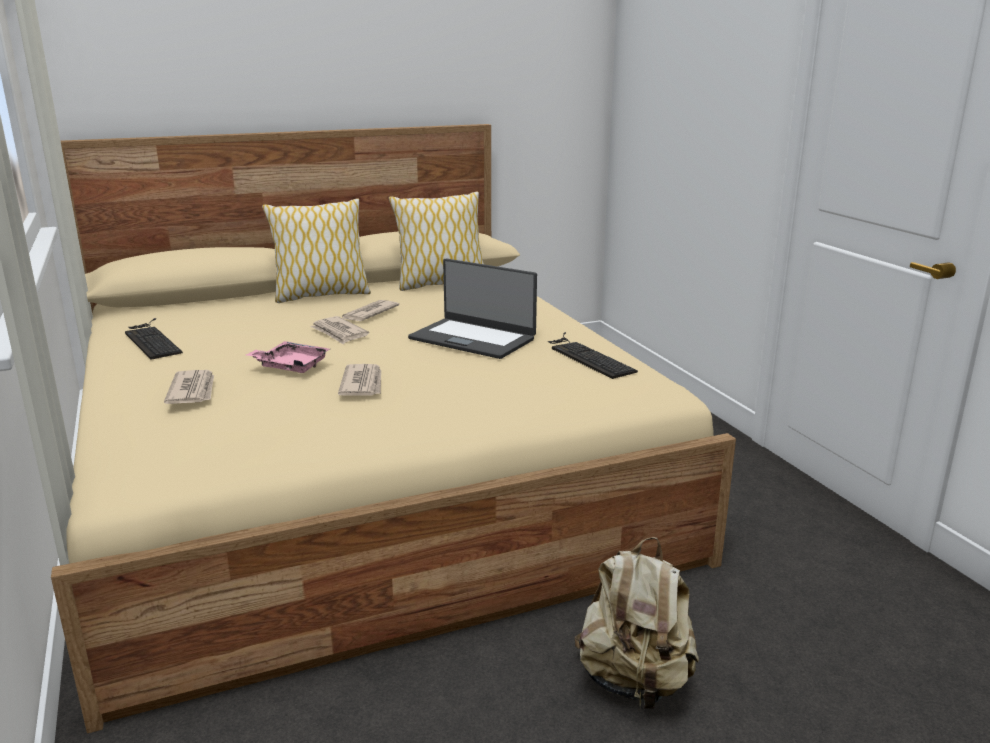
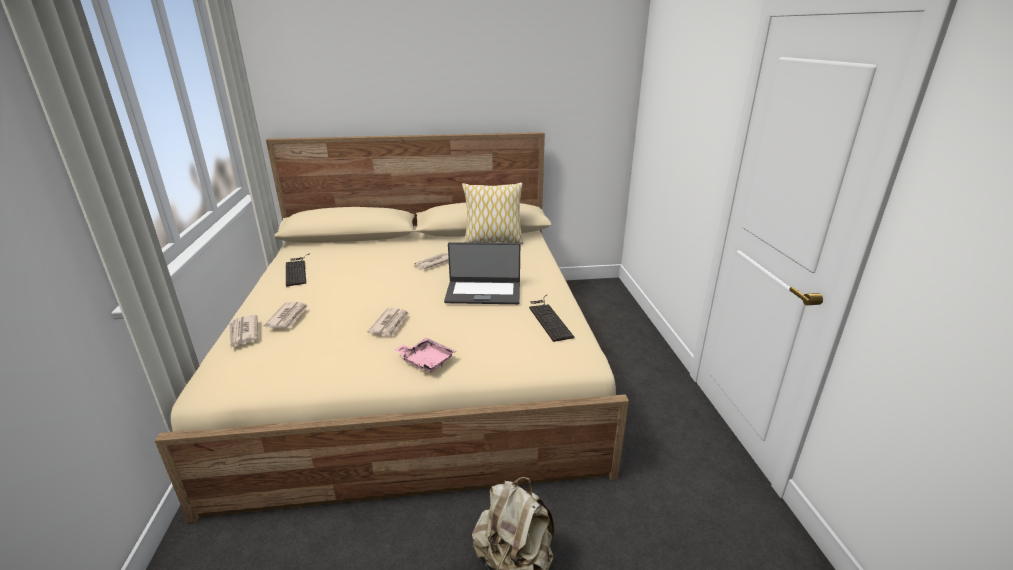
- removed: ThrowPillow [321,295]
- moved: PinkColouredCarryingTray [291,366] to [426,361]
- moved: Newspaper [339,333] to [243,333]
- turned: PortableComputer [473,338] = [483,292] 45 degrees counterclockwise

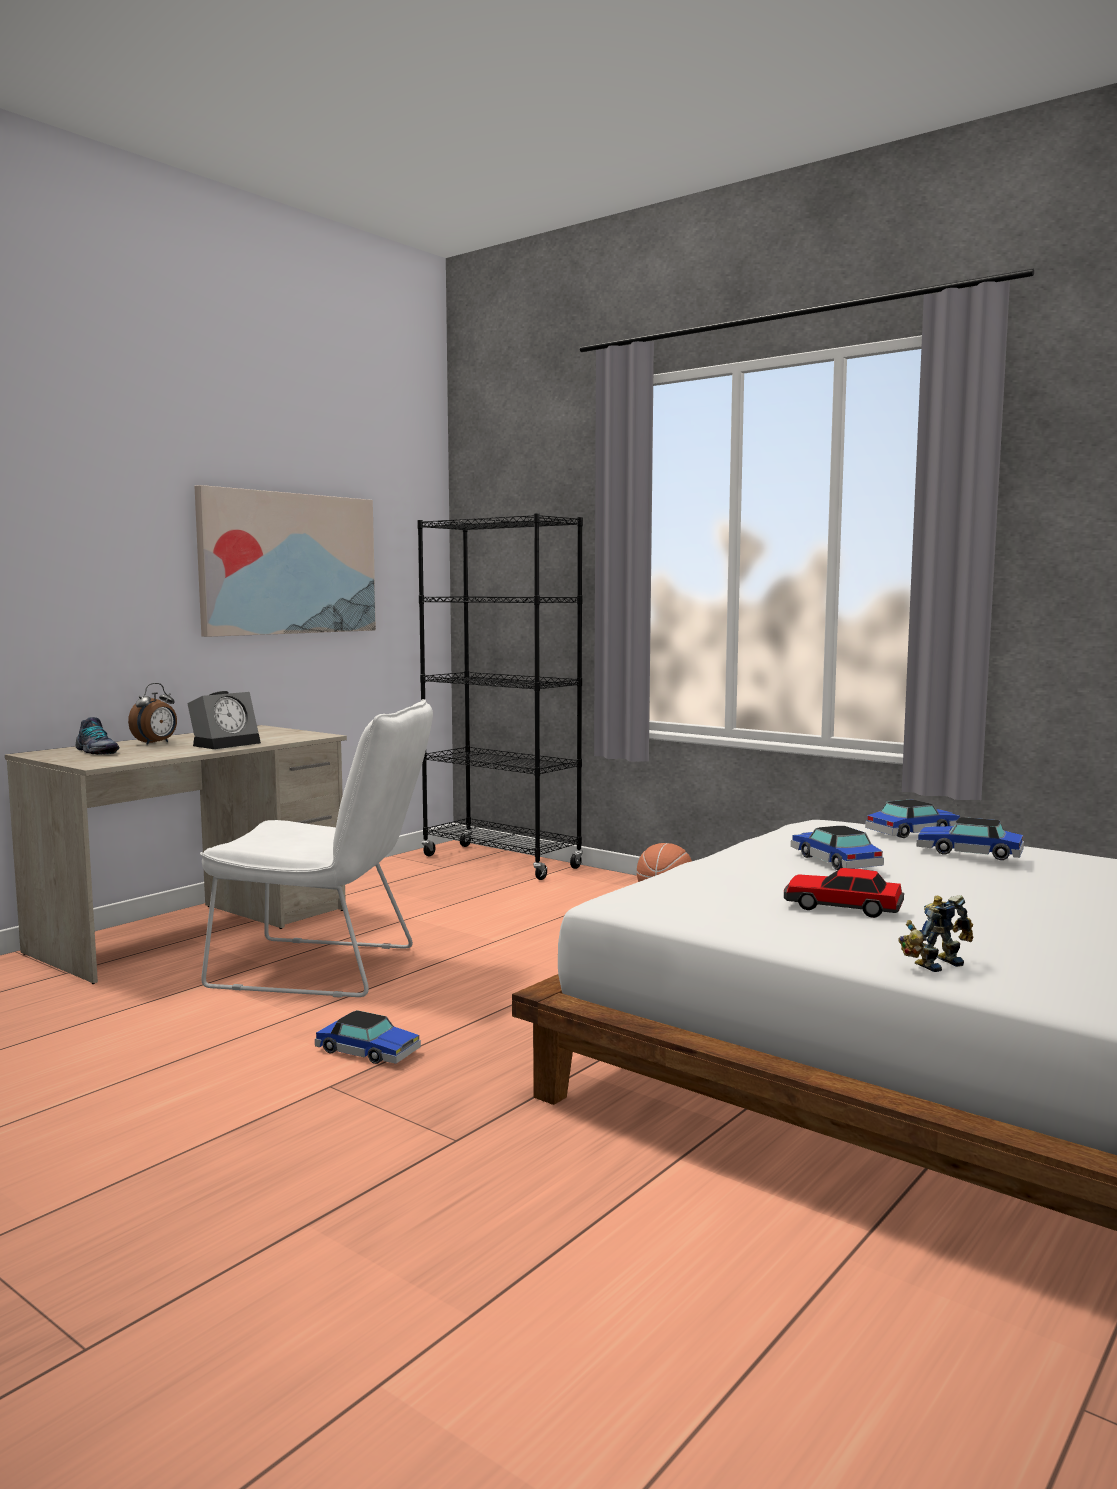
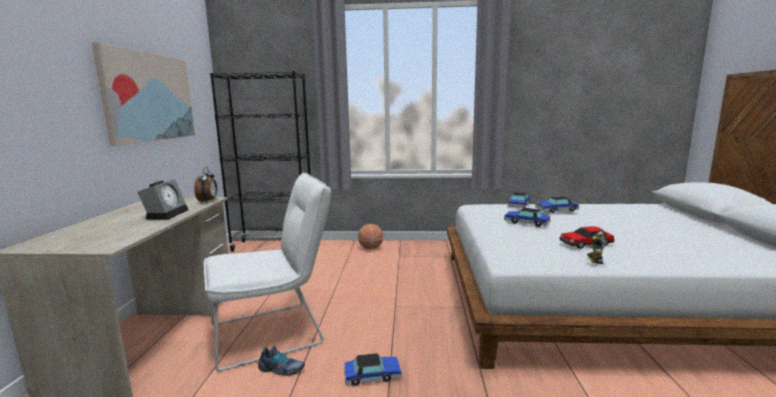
- moved: Shoe [96,751] to [281,369]
- moved: TableClock [156,743] to [208,201]
- moved: RobotFigure [934,963] to [594,260]

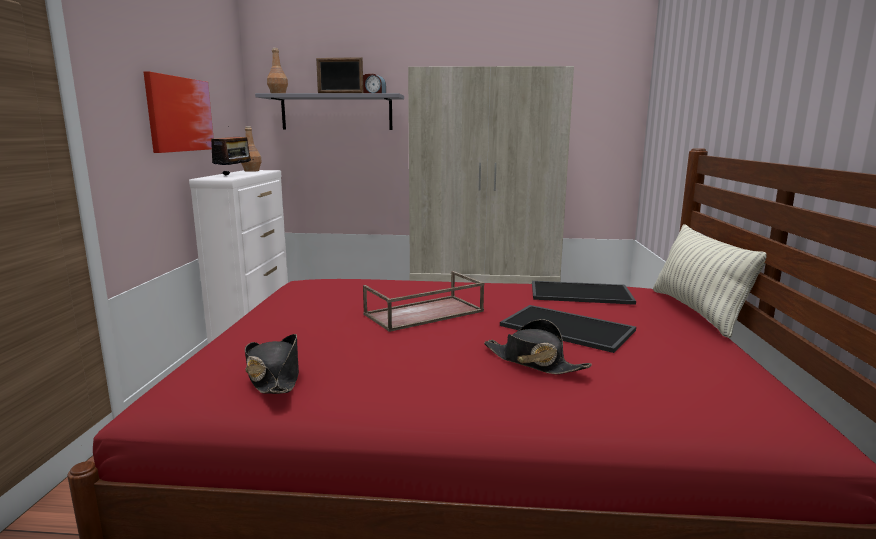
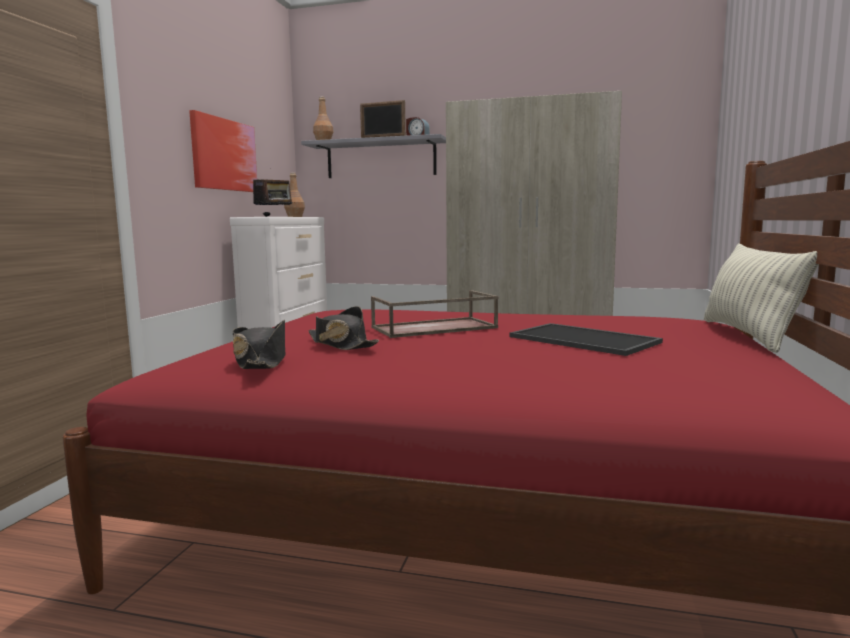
- removed: CarryingTray [581,293]
- moved: BlackHat [533,362] to [340,344]

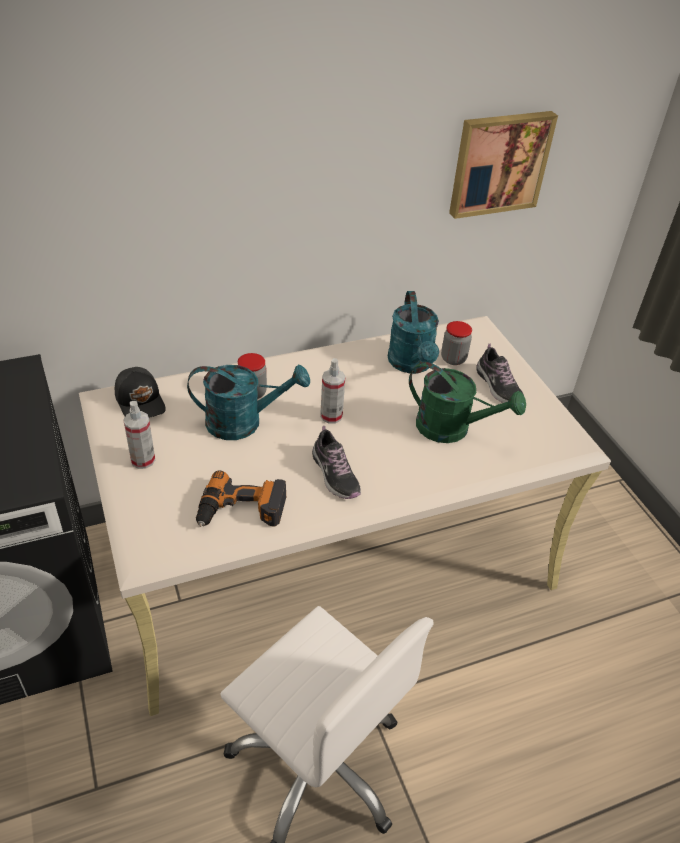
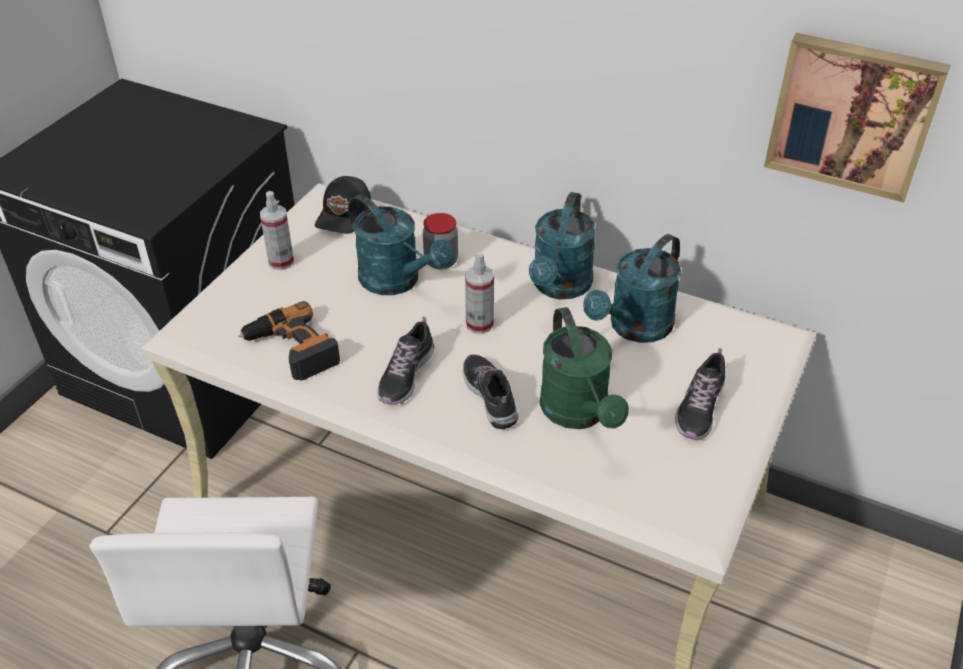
- removed: StorageJar [453,359]
- added: Shoe [490,396]
- added: BlueGreenWateringPot [559,287]

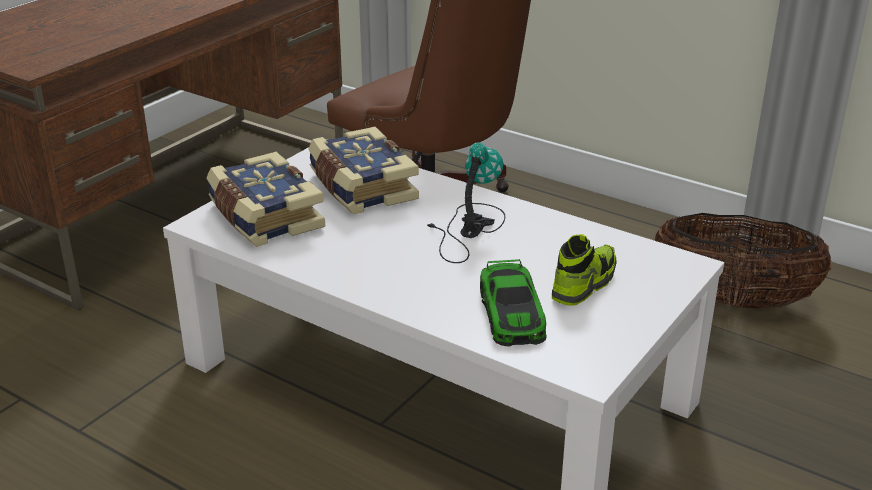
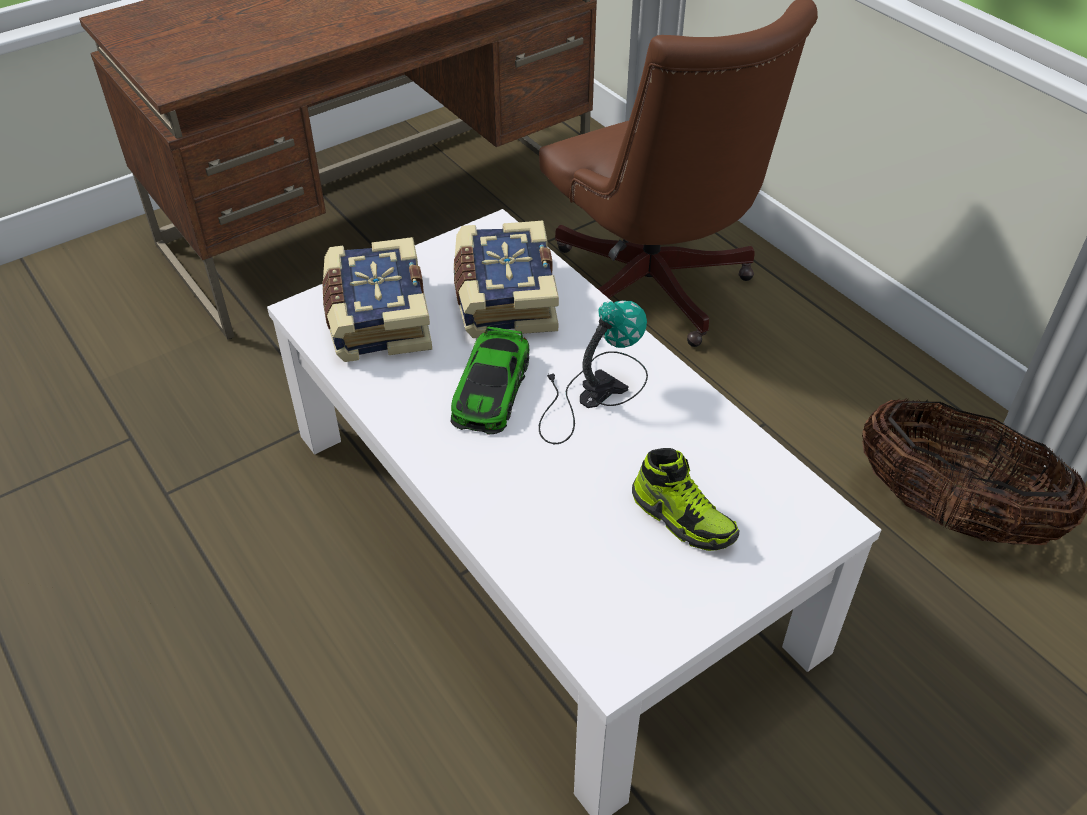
- moved: ModelCar [511,313] to [491,389]
- turned: Shoe [583,284] = [683,518] 75 degrees clockwise

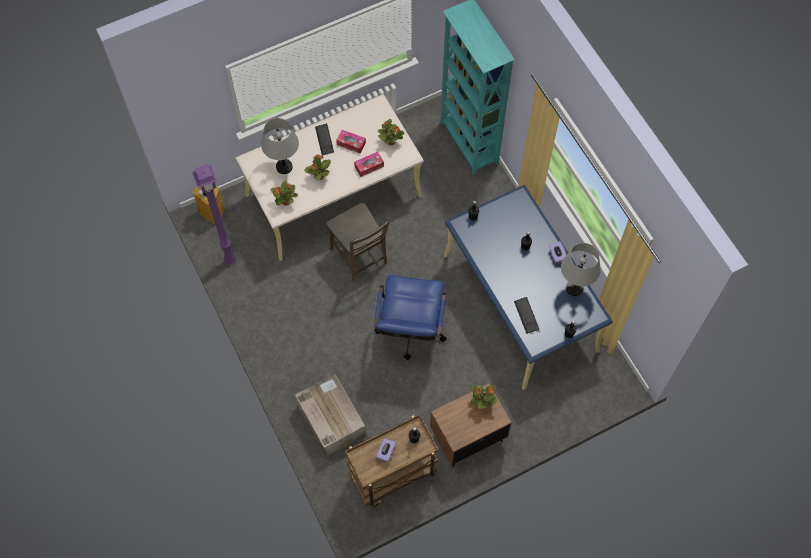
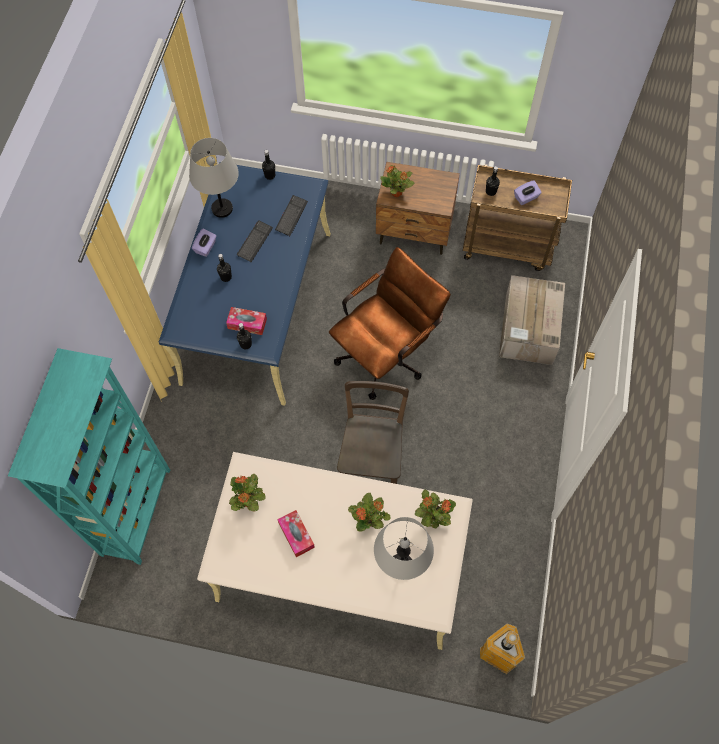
- removed: PurpleColouredFloorLamp [230,261]
- moved: ComputerKeyboard [324,140] to [255,242]
- moved: TissueBox [369,166] to [247,323]
- recoloured: BlueComputerChair [410,332] to BrownishComputerChair [386,354]

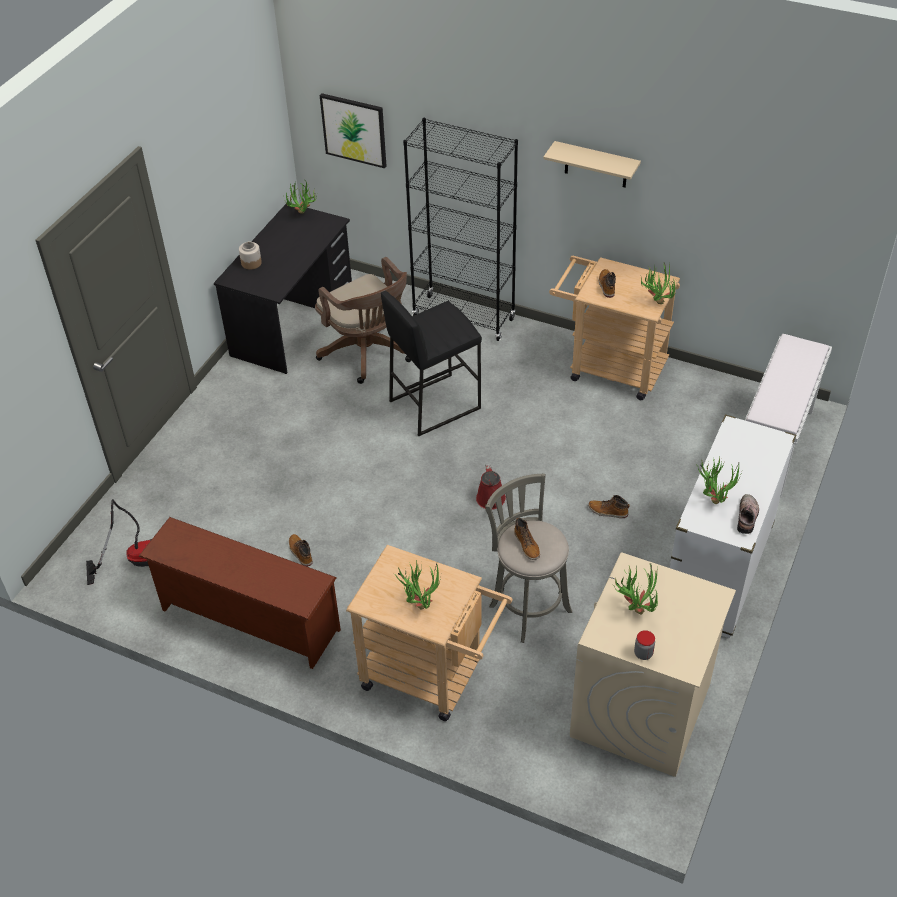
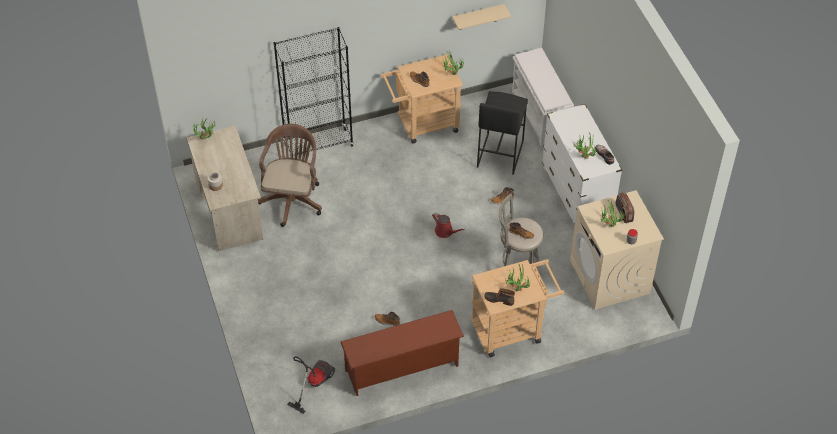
- removed: WallPicture [354,130]
- added: TallBoot [499,299]
- added: Radio [623,213]
- moved: BlackStool [434,404] to [499,153]
- moved: SandColouredShelf [596,165] to [478,17]
- recoloured: BlackDeskTable [293,322] to SandColouredDeskTable [228,209]
- turned: BrownishComputerChair [368,353] = [292,198] 90 degrees counterclockwise

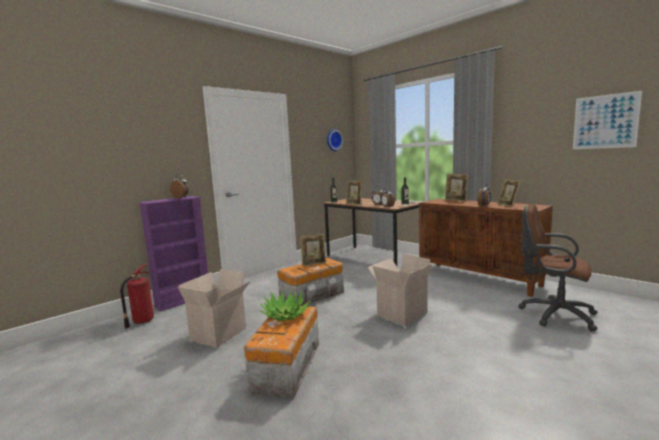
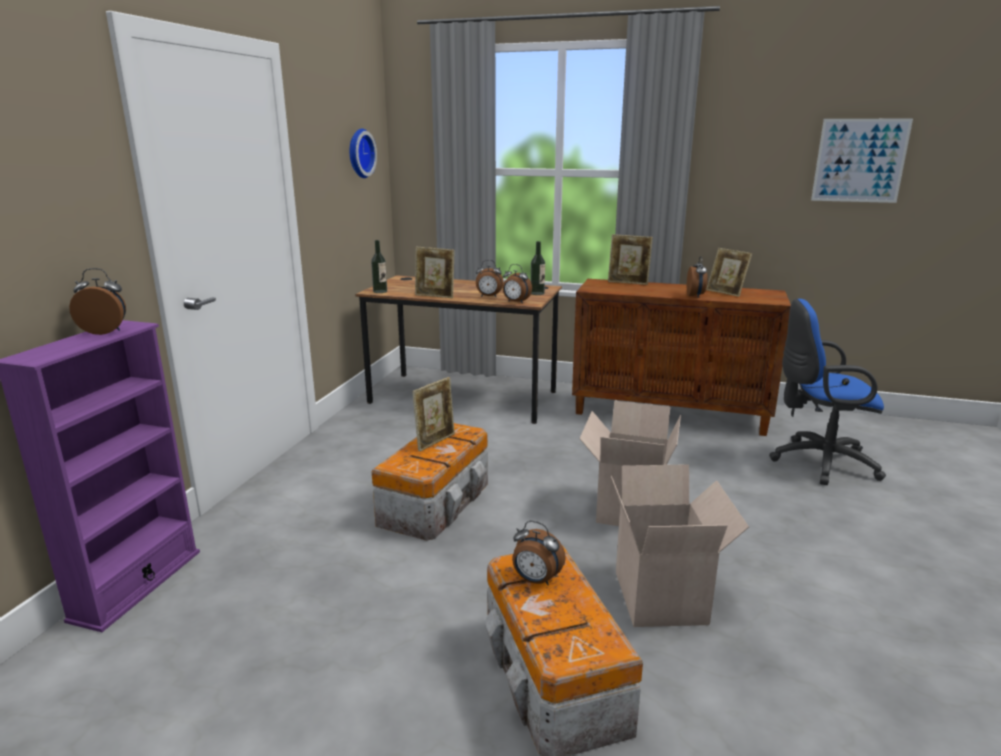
- removed: Extinguisher [142,321]
- moved: PackingBox [219,334] to [663,598]
- replaced: PottedPlant [285,315] to TableClock [536,580]
- recoloured: BrownishComputerChair [553,314] to BlueComputerChair [818,462]

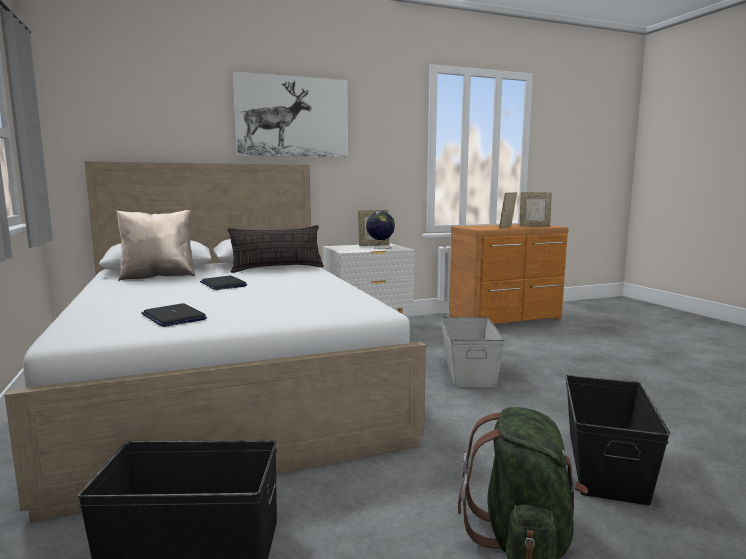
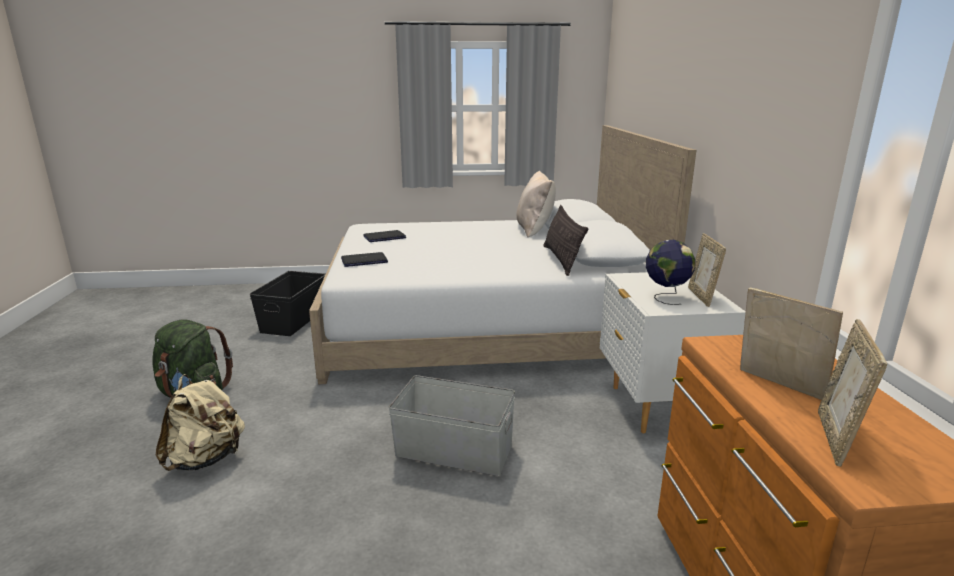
- removed: WallPicture [292,117]
- moved: PortableComputer [223,284] to [364,260]
- replaced: BlackStorageBin [604,465] to SandColouredBackpack [206,459]

